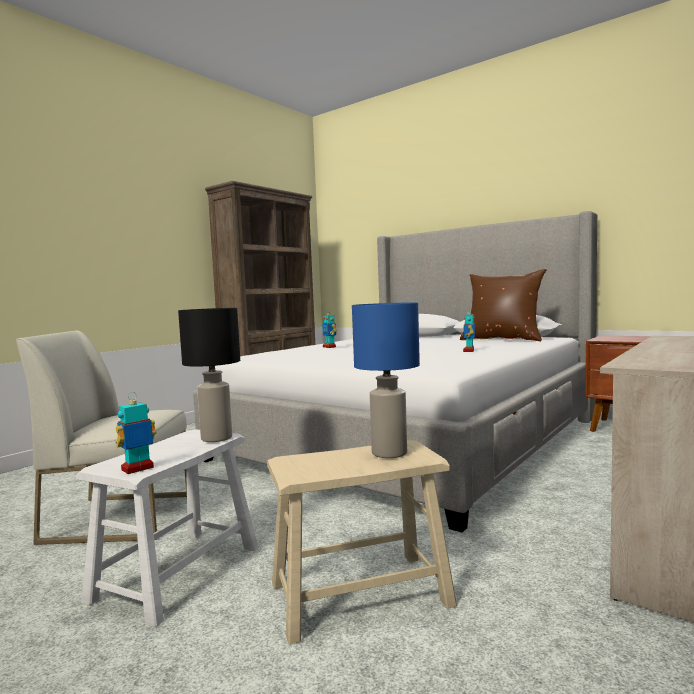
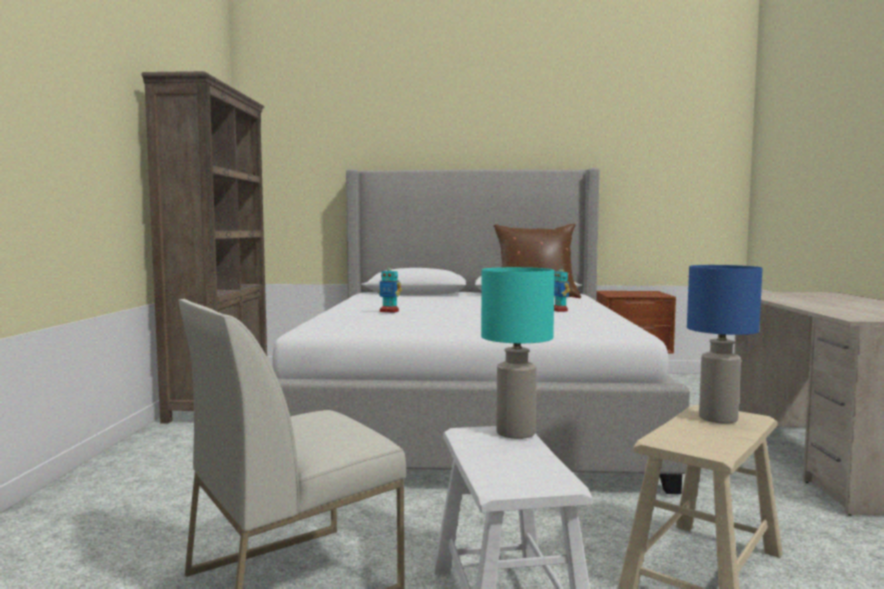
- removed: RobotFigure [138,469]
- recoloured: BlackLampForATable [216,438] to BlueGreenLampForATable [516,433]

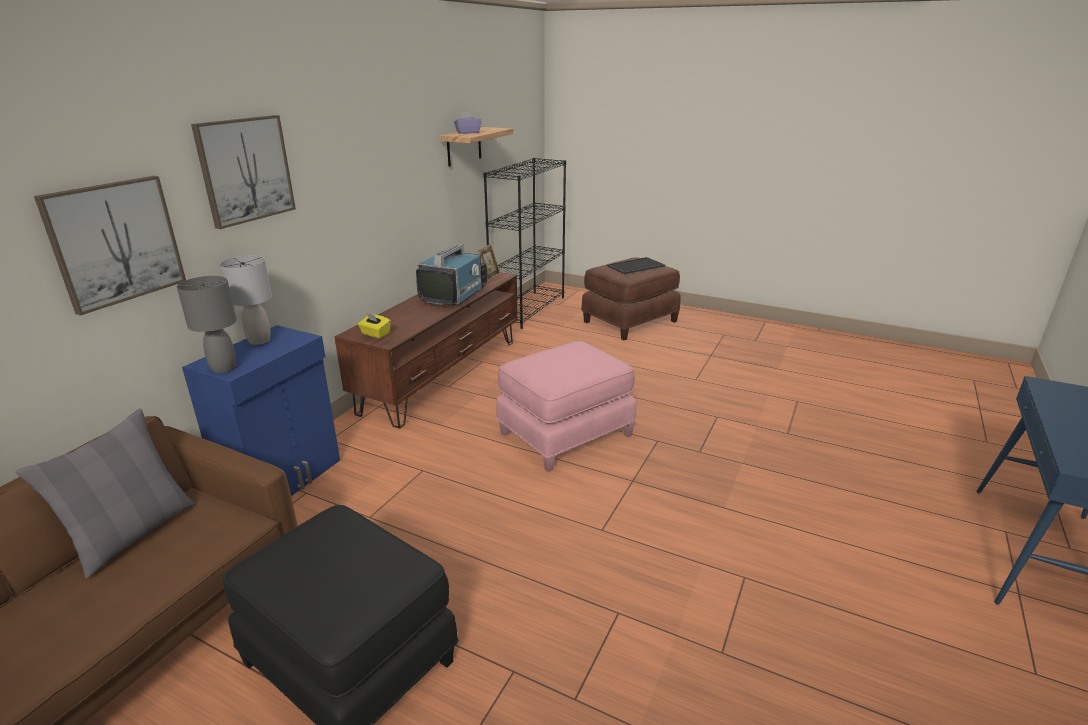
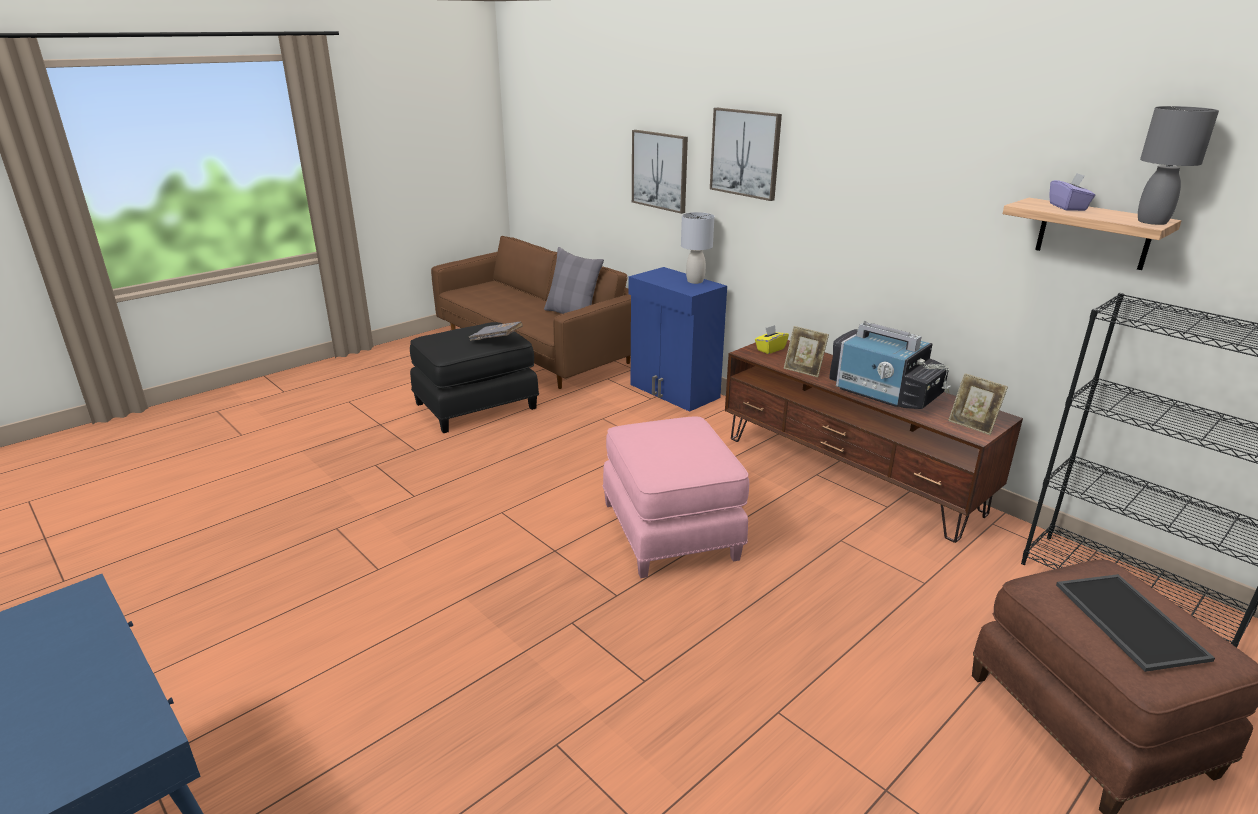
- added: GreyBoundBook [497,339]
- added: StandingFrame [803,371]
- moved: GreyLampForATable [223,368] to [1151,221]

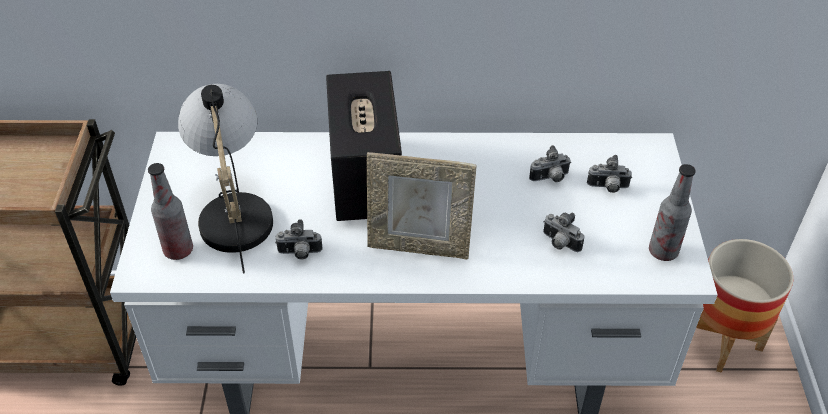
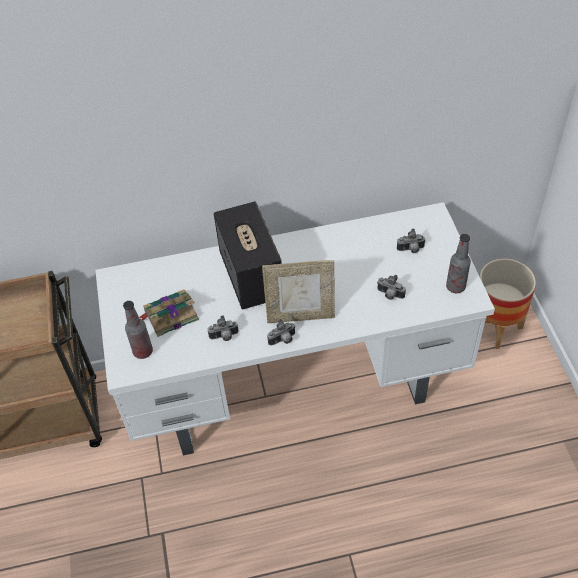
- moved: StillCamera [550,178] to [283,340]
- replaced: LampForATable [234,210] to BoundBook [170,315]

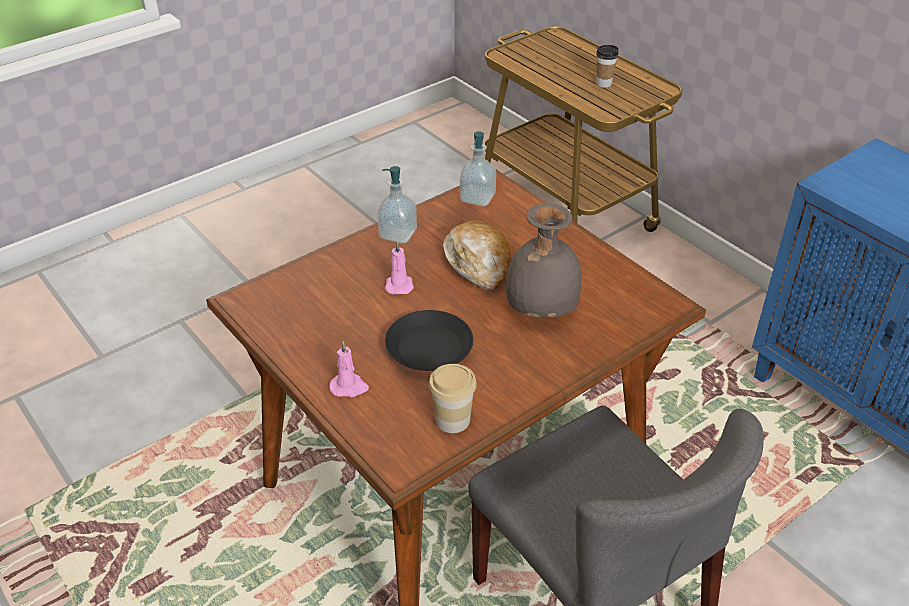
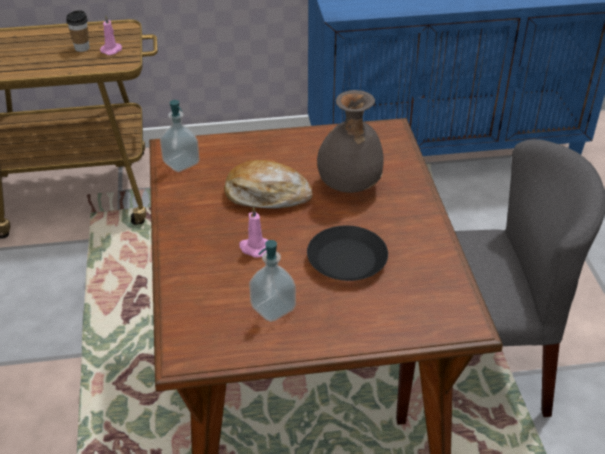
- removed: SmallCup [452,420]
- moved: PinkColouredCandle [349,387] to [112,50]
- moved: SoapBottle [398,234] to [273,308]

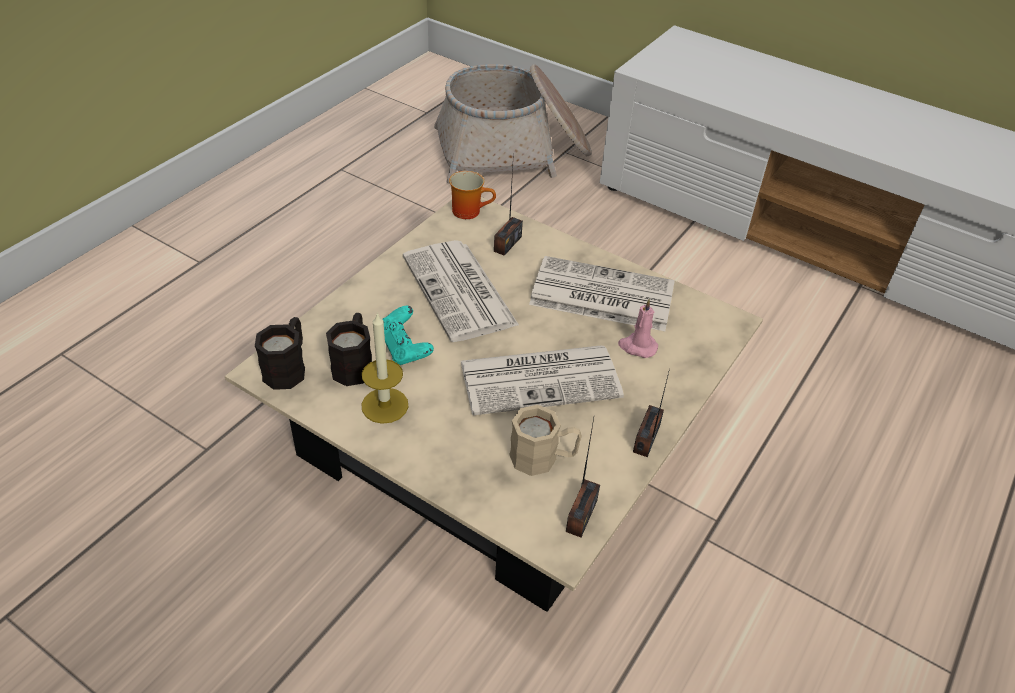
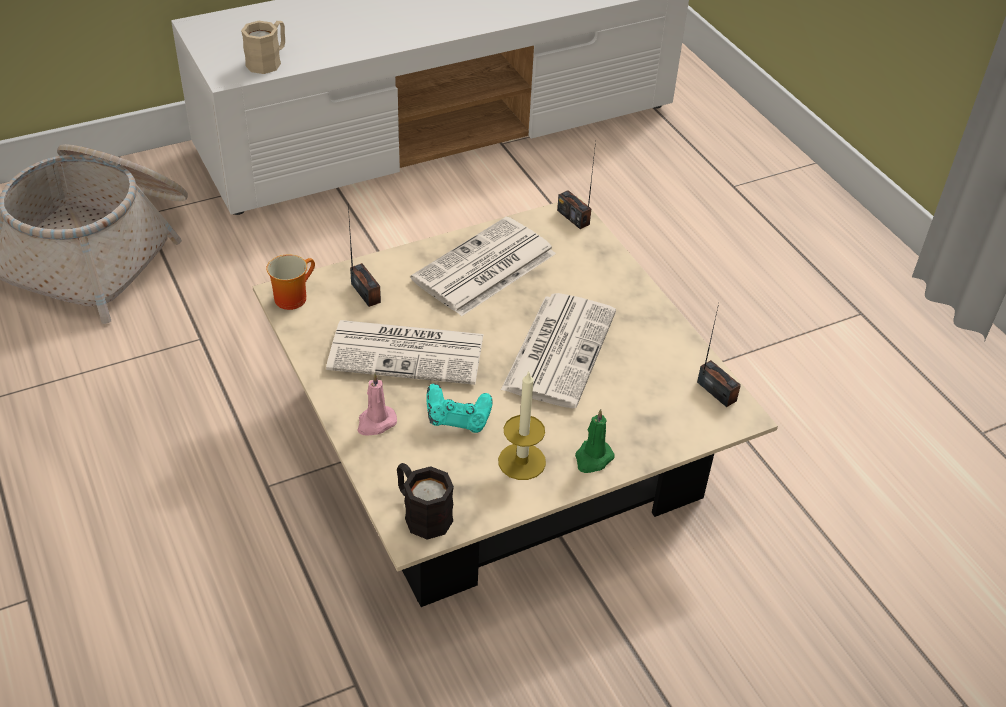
- removed: BlackCoffeeMug [354,363]
- added: GreenishCandle [593,458]
- moved: SandColouredCoffeeMug [543,458] to [268,61]
- moved: PinkColouredCandle [637,346] to [375,423]
- moved: Radio [647,439] to [573,217]

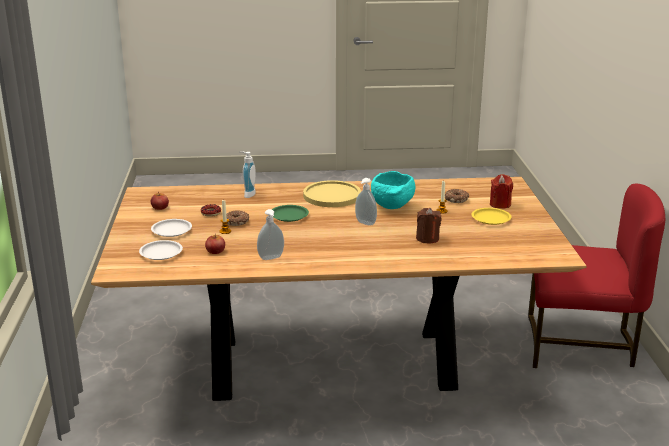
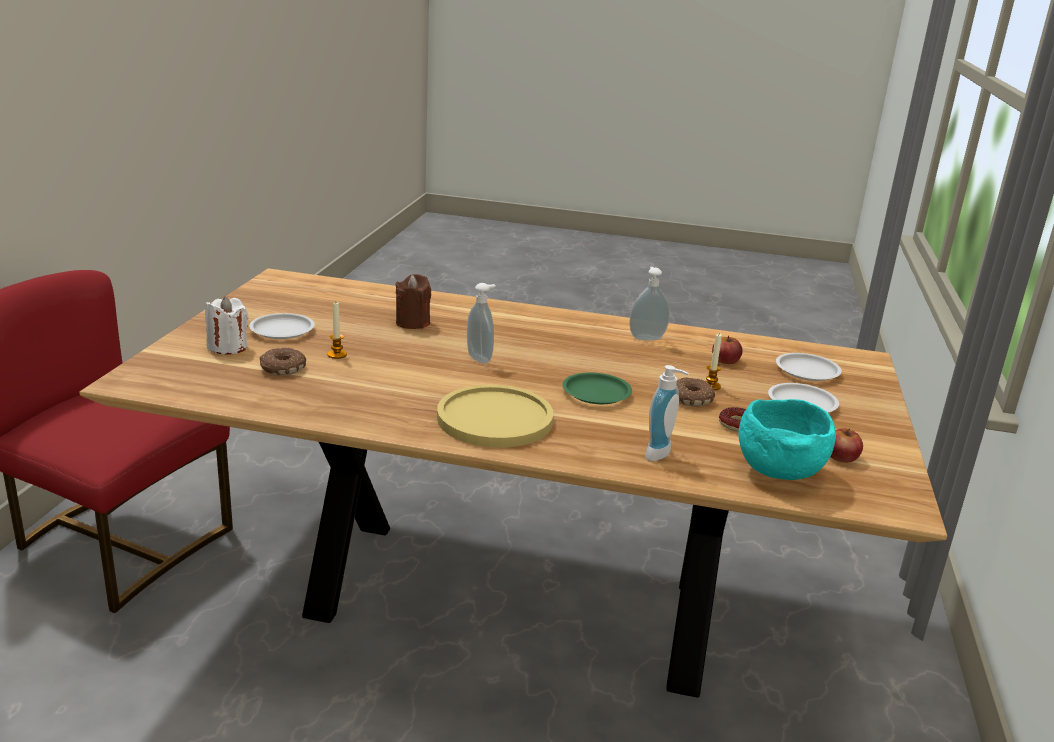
- moved: BlueGreenDeepDish [392,207] to [778,470]
- recoloured: YellowColouredFlatDish [491,218] to WhiteFlatDish [282,330]
- recoloured: RedColouredCandle [500,204] to WhiteCandle [228,347]

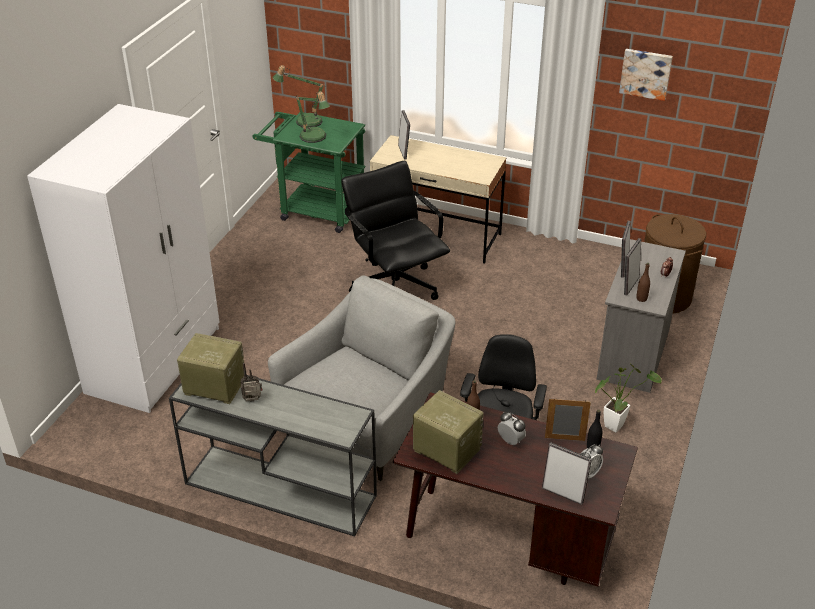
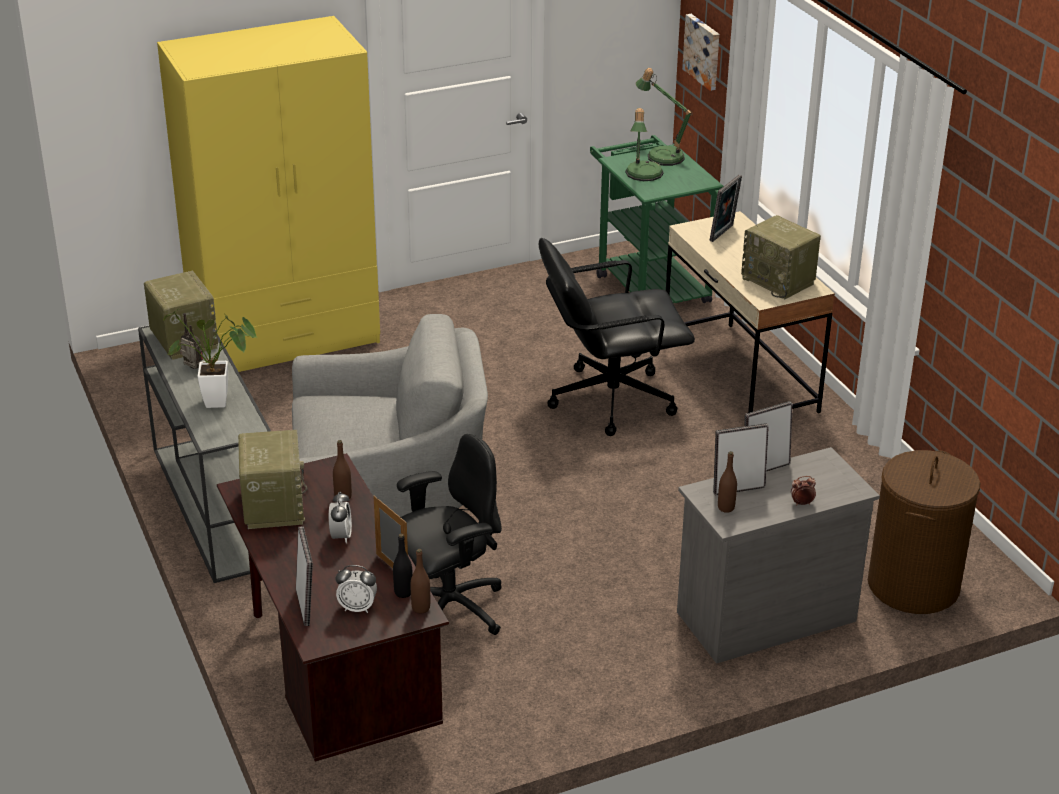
- added: BrownishBeverageBottle [421,608]
- added: Radio [779,281]
- moved: PottedPlant [616,424] to [222,402]
- moved: WallPicture [646,73] to [703,51]
- recoloured: WhiteWardrobe [155,360] to YellowColouredWardrobe [286,338]
- turned: BlackComputerChair [395,286] = [610,399] 120 degrees counterclockwise

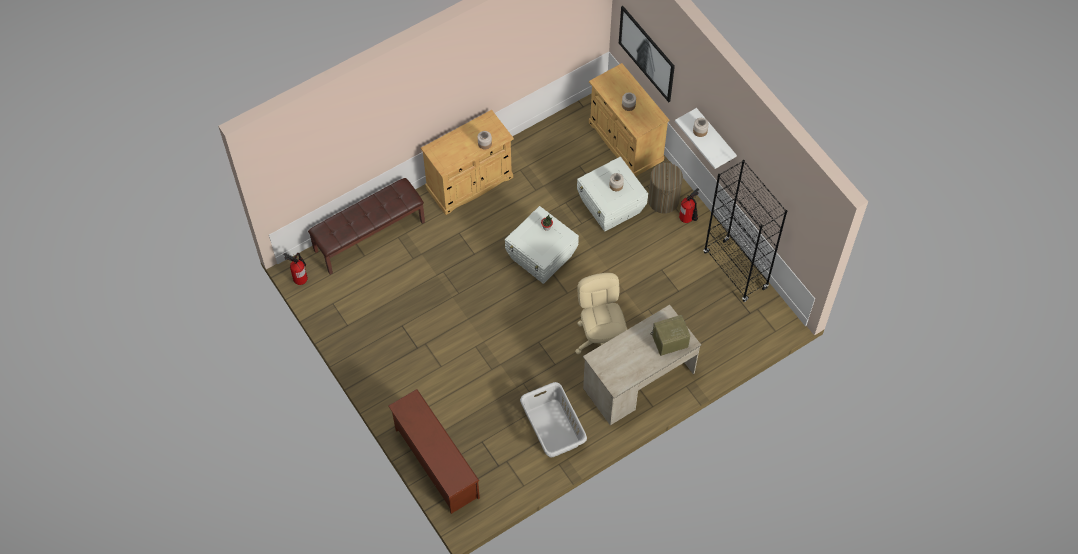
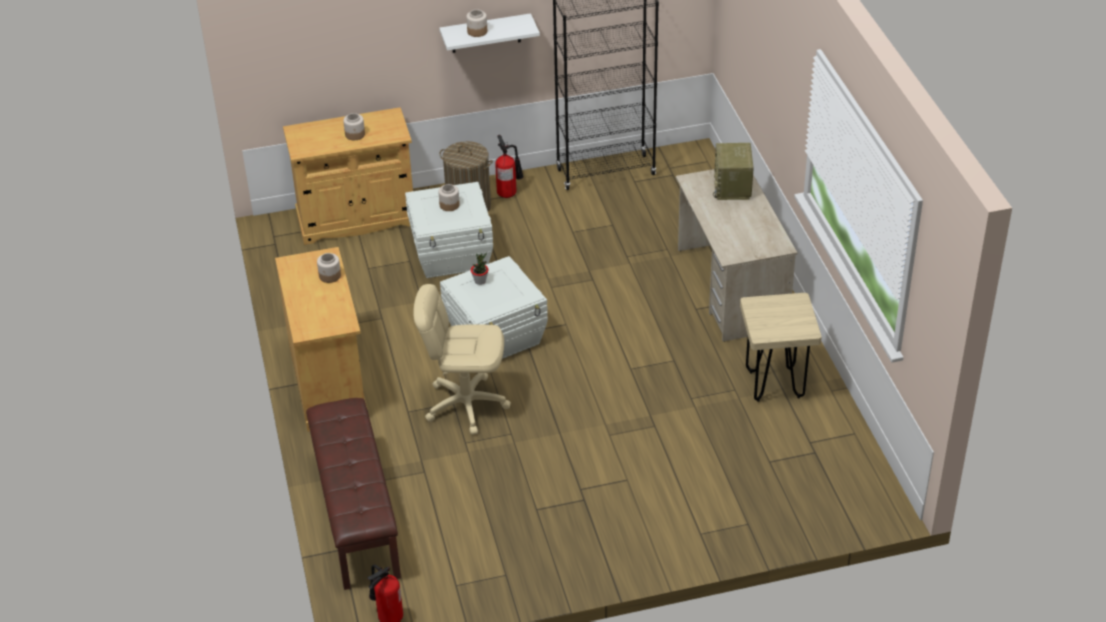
- removed: BrownishShoeShelf [435,463]
- removed: WallPicture [646,53]
- moved: SandColouredComputerChair [600,339] to [466,404]
- replaced: GreyHamper [552,429] to SandColouredStool [774,385]

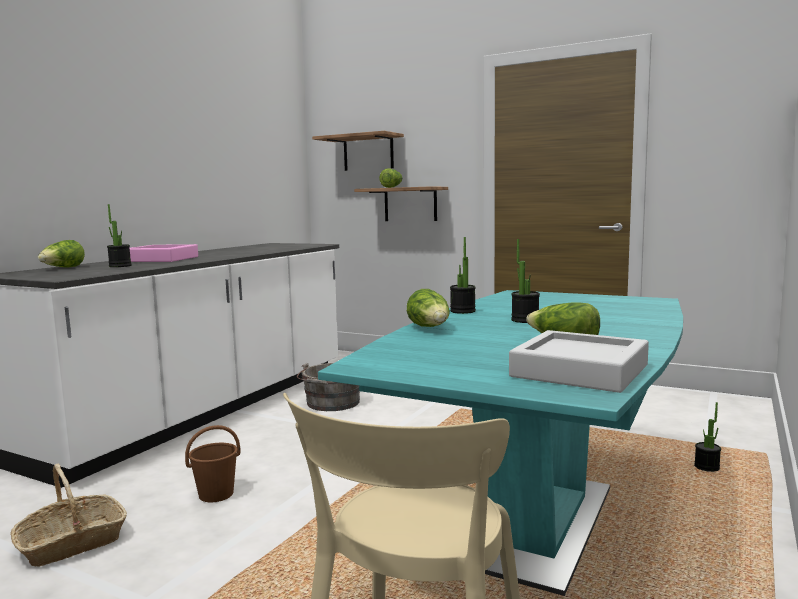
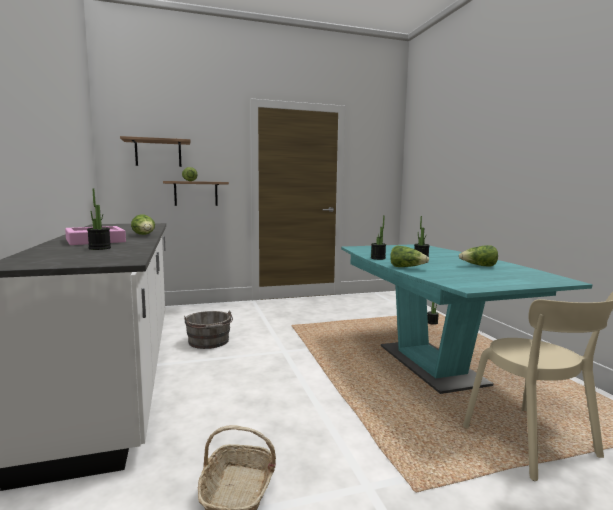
- removed: BrownishWaterBucket [217,494]
- removed: GreyCarryingTray [579,371]
- moved: Lettuce [62,268] to [145,235]

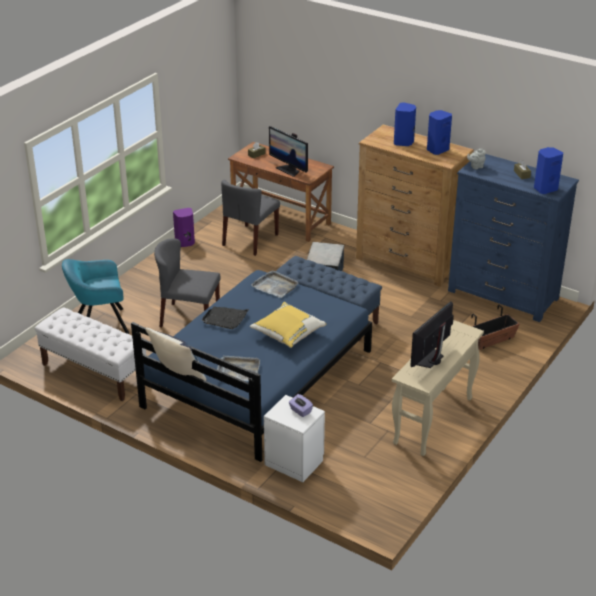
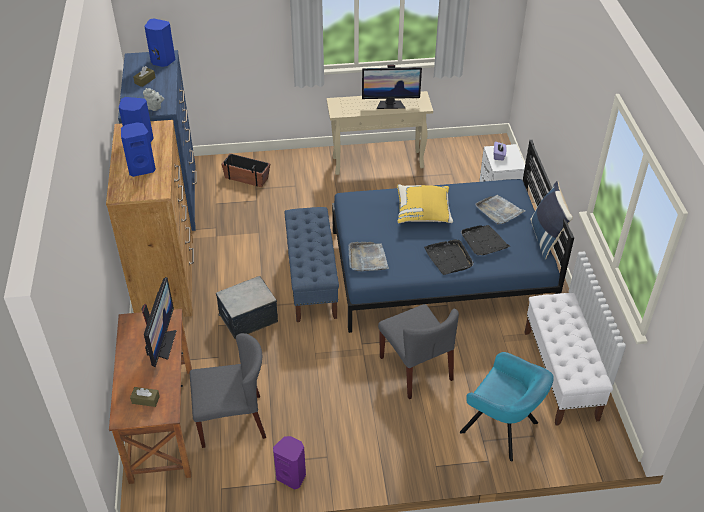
- added: BlackCarryingTray [483,242]

